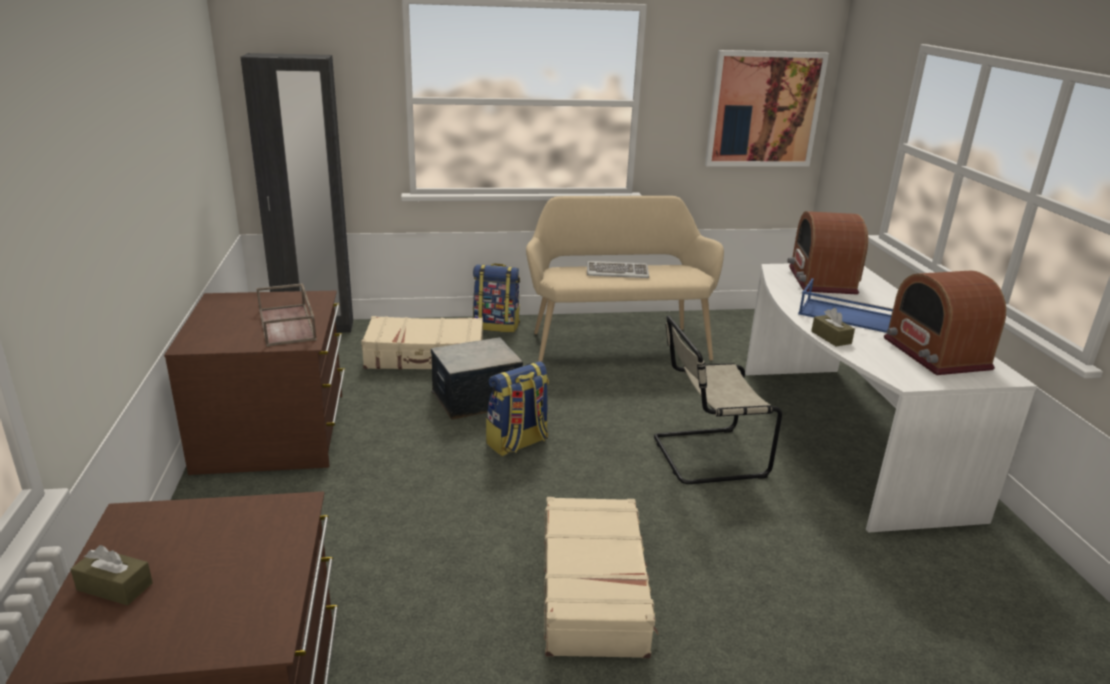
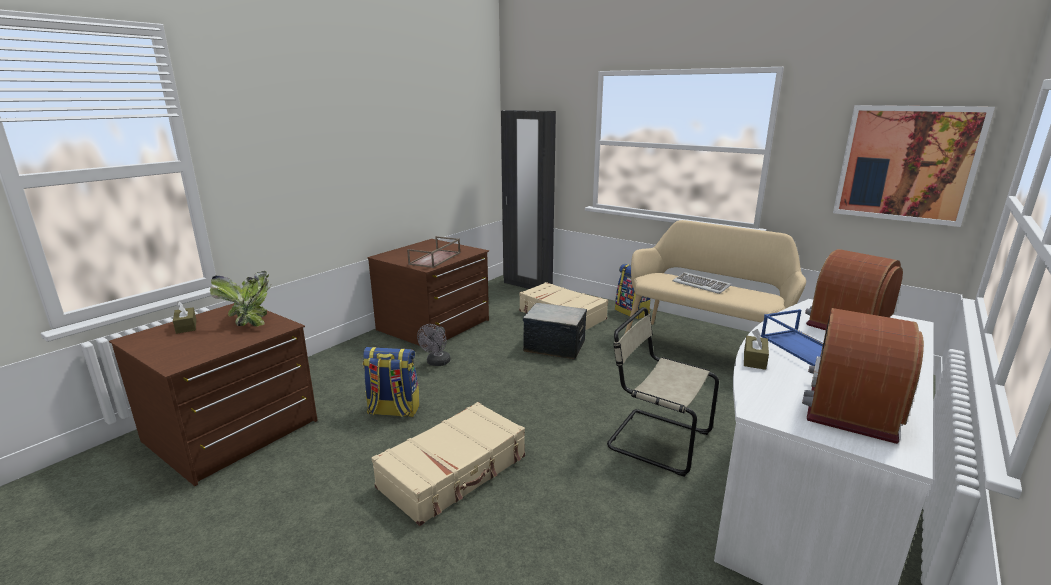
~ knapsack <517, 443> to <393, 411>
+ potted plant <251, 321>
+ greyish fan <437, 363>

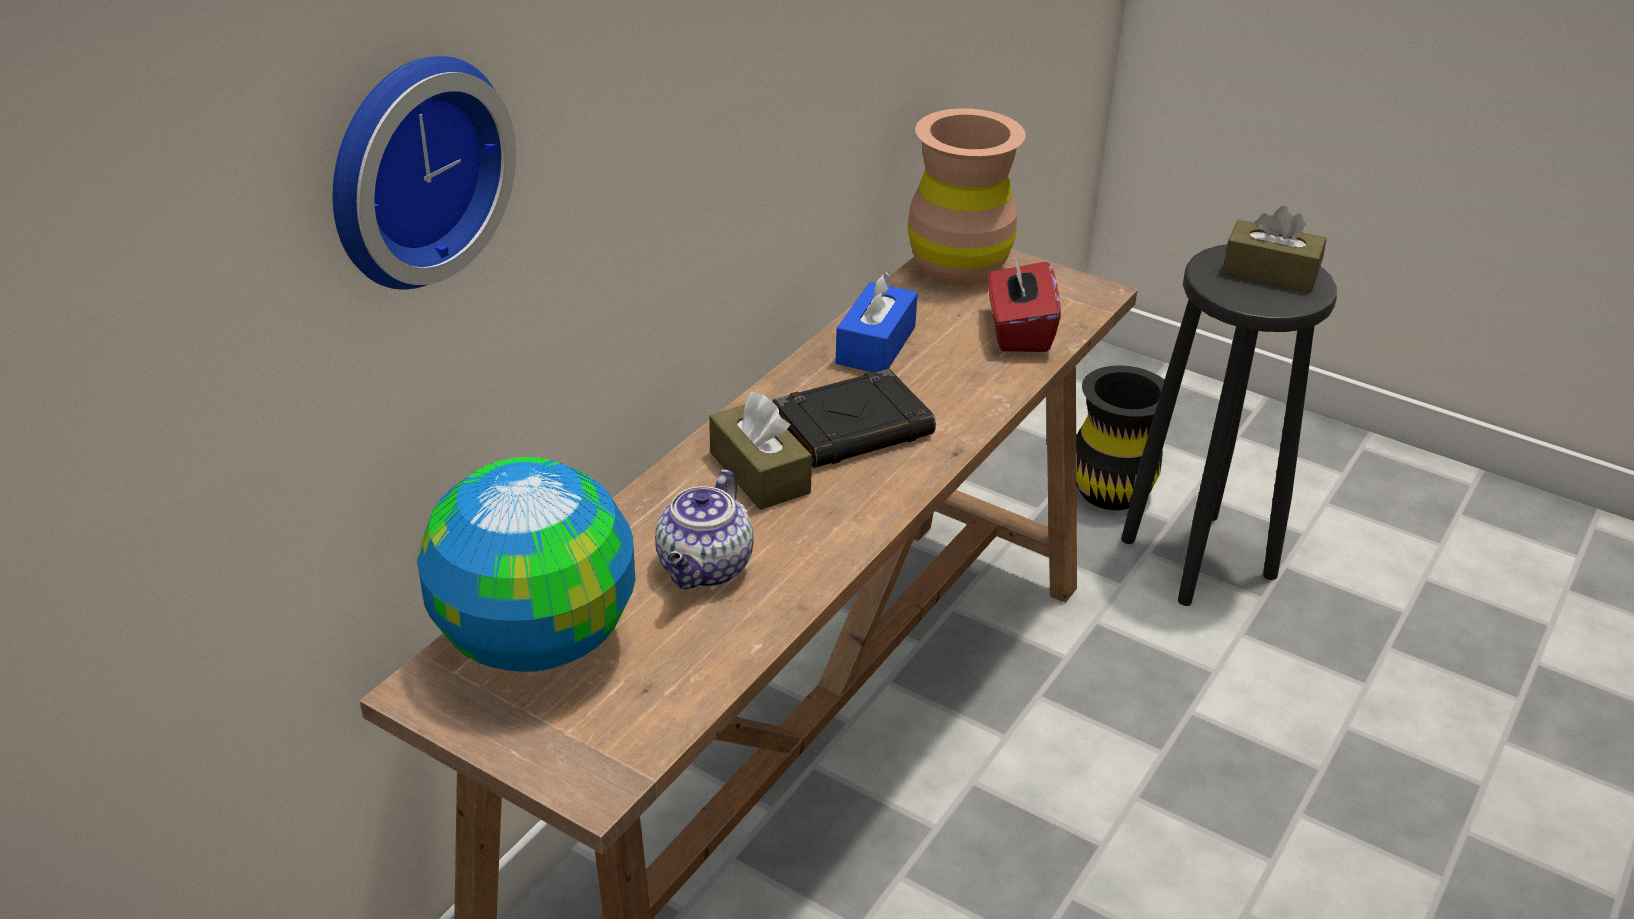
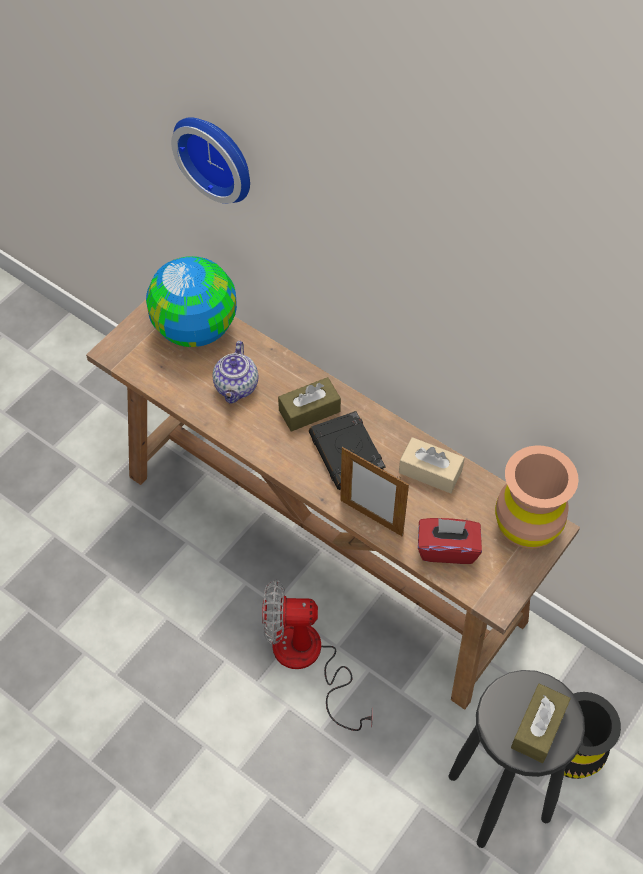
~ bluish tissue holder <876, 345> to beige-coloured tissue holder <430, 471>
~ tea pot <705, 569> = <236, 387> 105 degrees counterclockwise
+ photo frame <371, 517>
+ fan <308, 661>

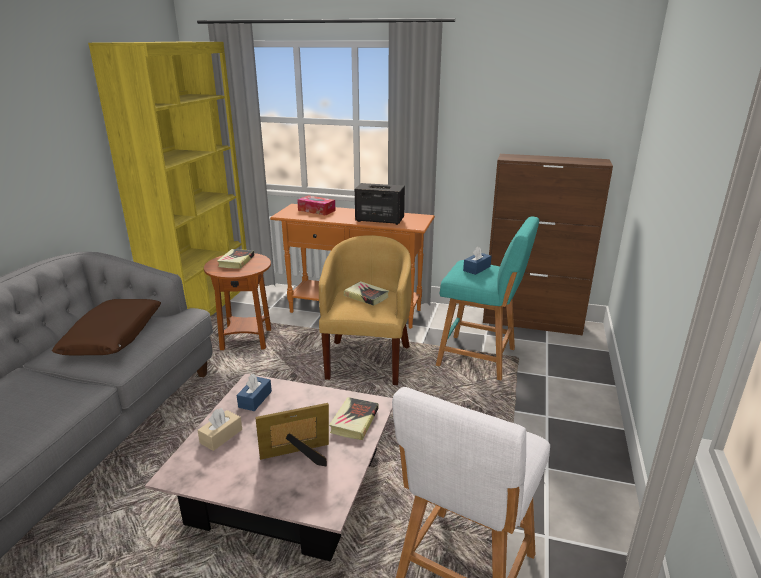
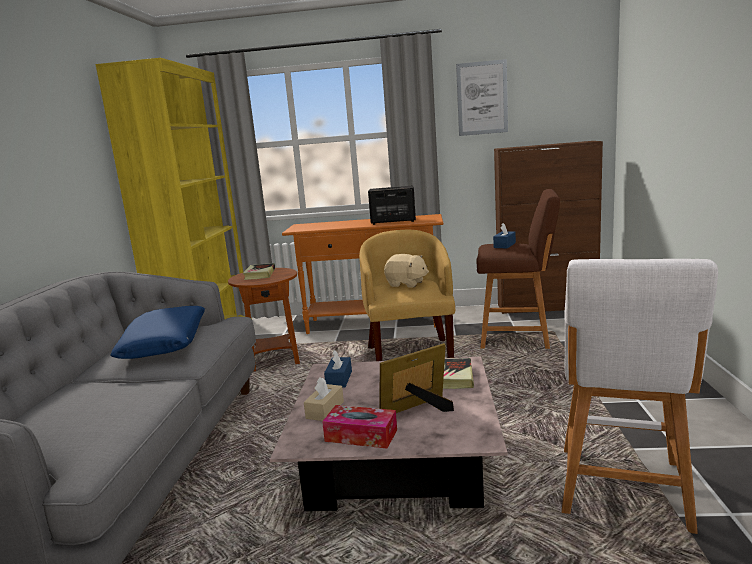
~ tissue holder <316, 210> to <361, 435>
~ blue-green sitting stool <480, 358> to brown-coloured sitting stool <518, 337>
~ volume <366, 296> to beige-coloured soft toy <406, 284>
~ brown-coloured throw pillow <113, 336> to bluish throw pillow <165, 343>
+ wall art <482, 98>

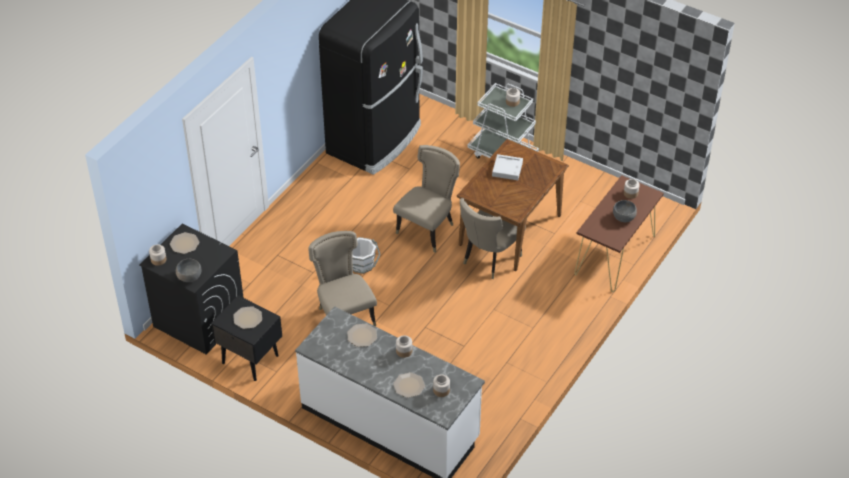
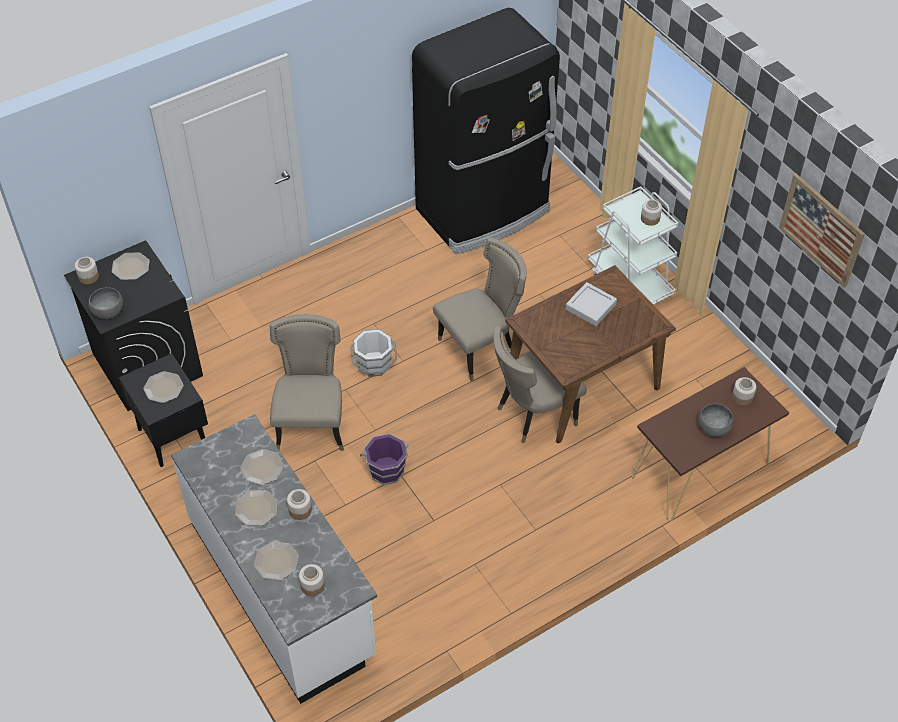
+ wall art <821, 230>
+ purple water bucket <386, 469>
+ plate <256, 508>

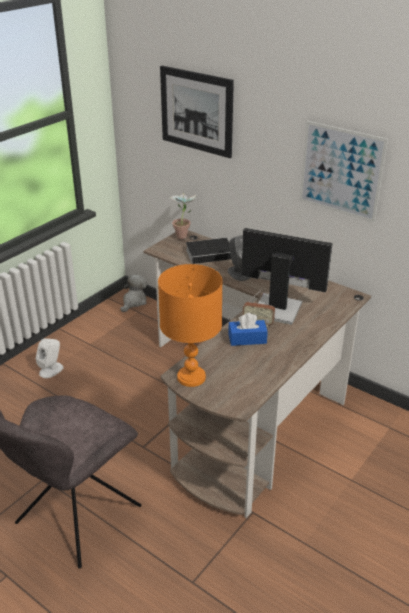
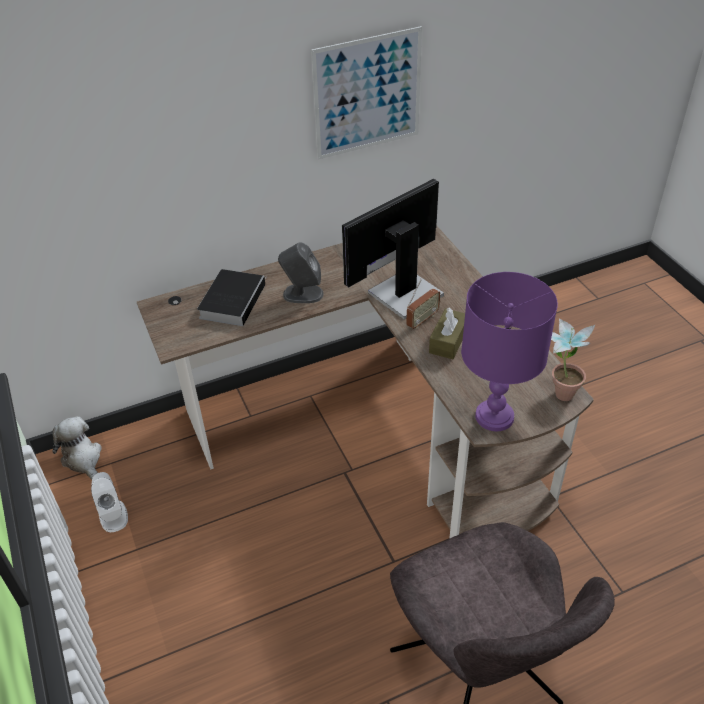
- wall art <196, 111>
~ potted plant <184, 235> to <559, 390>
~ orange-coloured tabletop lamp <192, 377> to purple tabletop lamp <495, 416>
~ bluish tissue holder <247, 339> to brown-coloured tissue holder <448, 341>
~ whitish speaker <51, 370> to <113, 515>

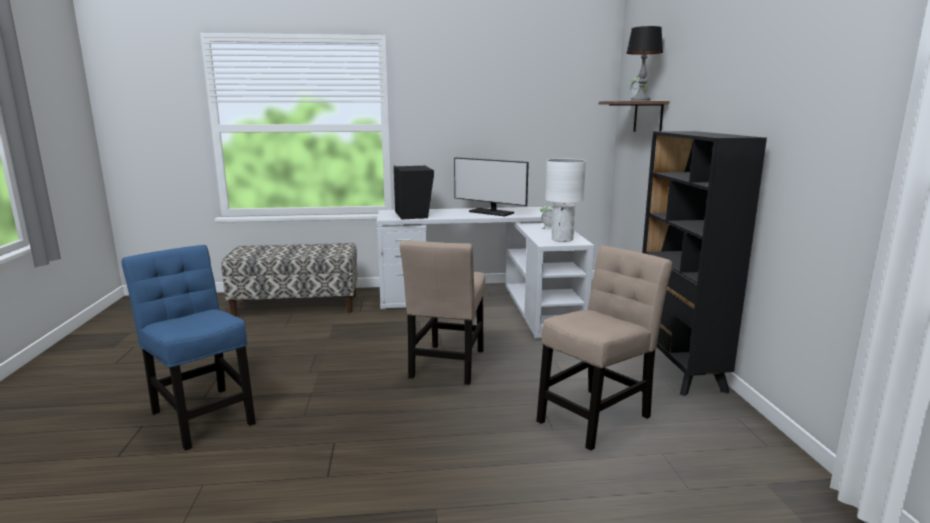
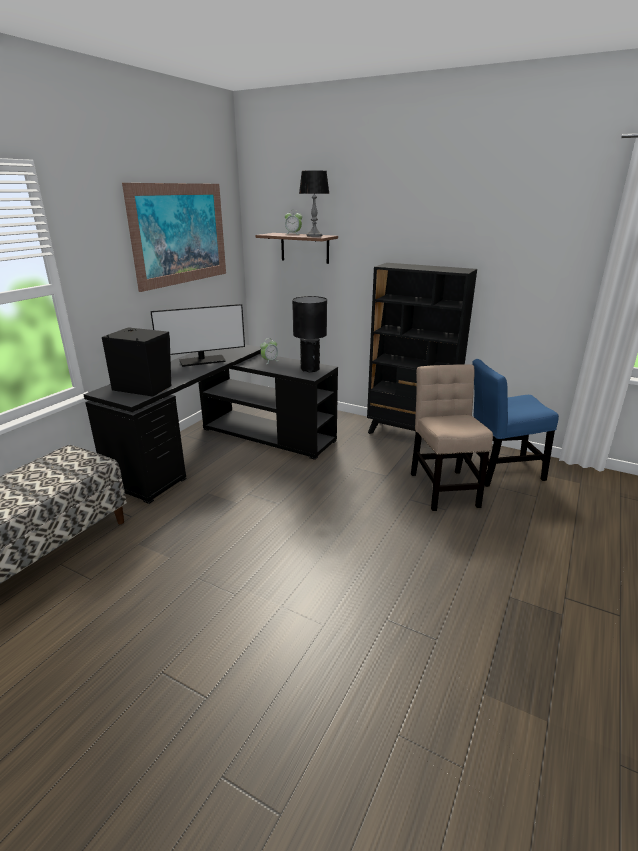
~ whitish tabletop lamp <562, 239> to black tabletop lamp <310, 369>
~ whitish desk <491, 304> to black desk <225, 448>
- beige-coloured plain chair <447, 366>
~ bluish plain chair <202, 415> to <500, 471>
+ wall art <180, 234>

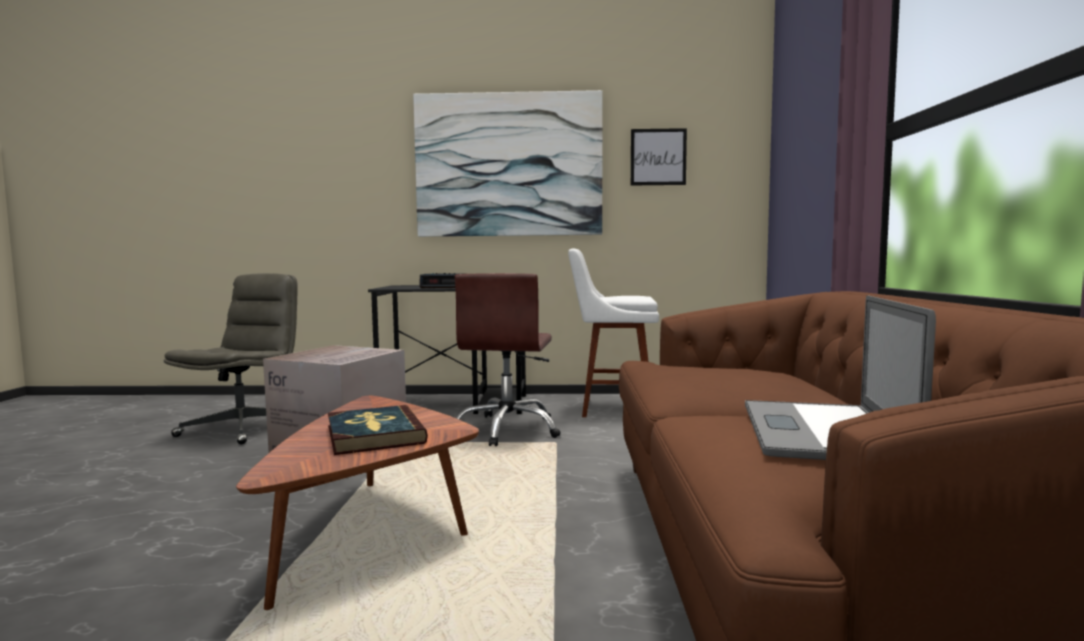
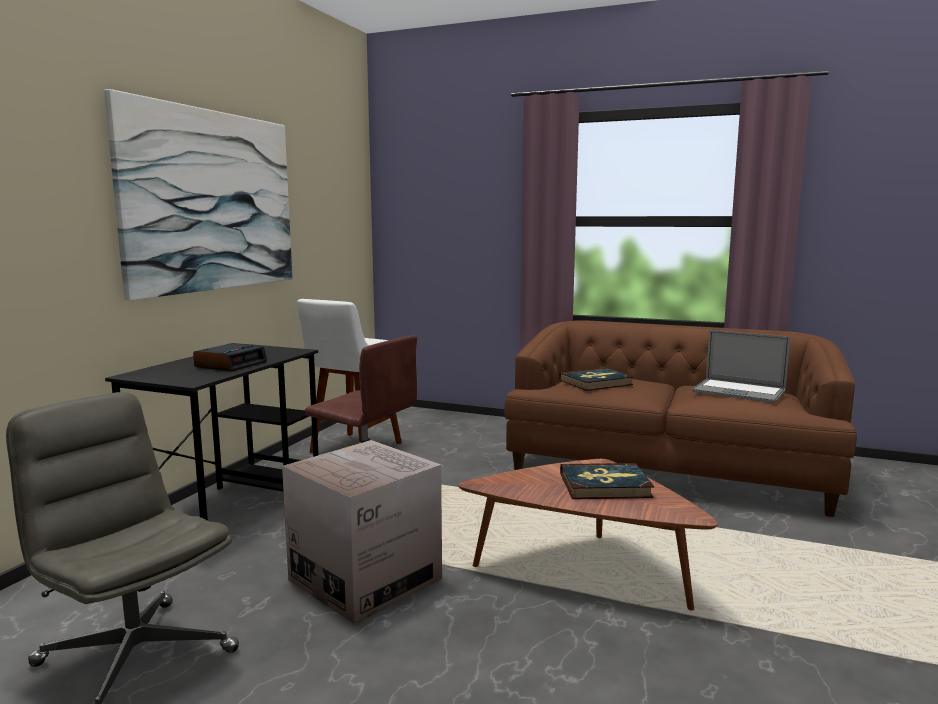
- wall art <658, 157>
+ volume <596, 382>

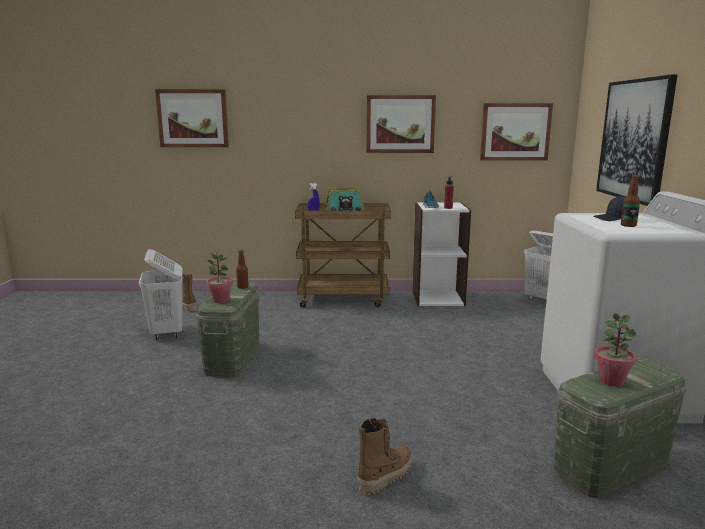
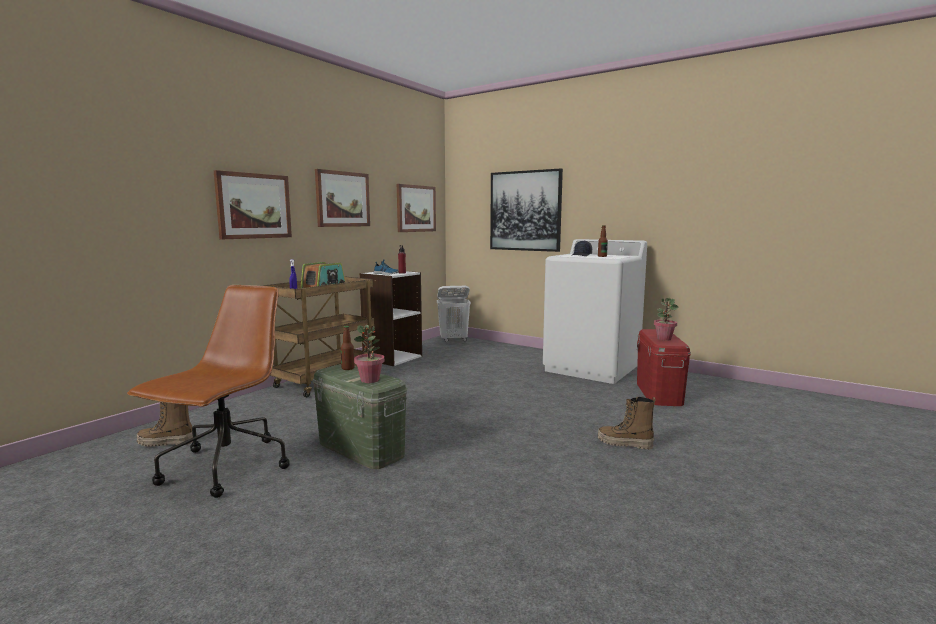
~ wall art <193, 118> to <254, 206>
~ whitish washing basket <167, 333> to brown-coloured desk chair <225, 468>
~ green-coloured storage bin <611, 465> to reddish storage bin <658, 393>
~ boot <384, 476> = <624, 444> 60 degrees counterclockwise

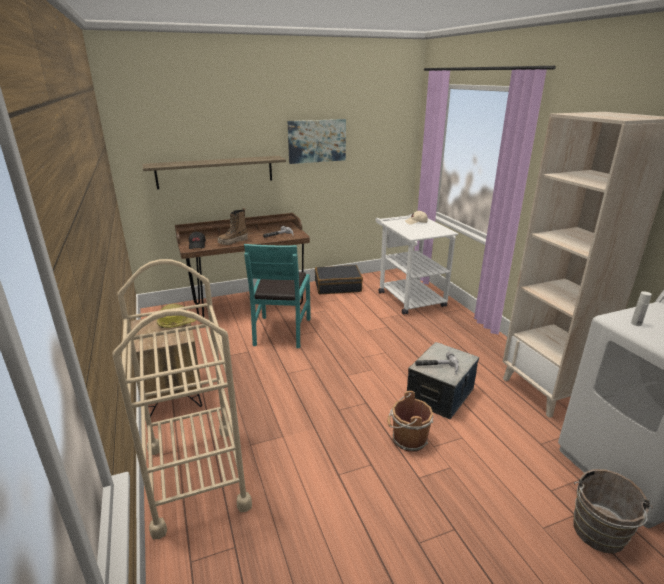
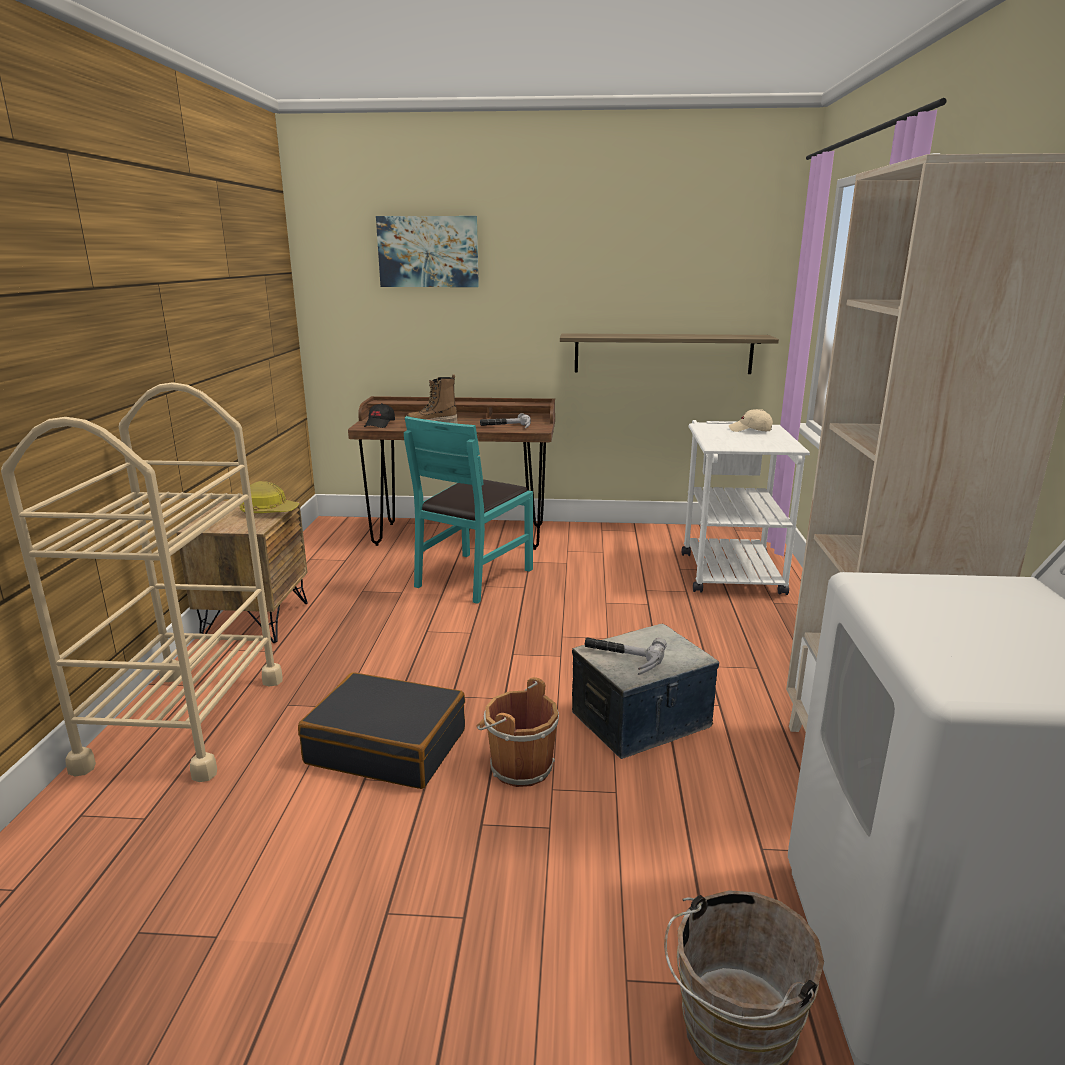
~ wall art <317, 141> to <428, 252>
~ wall shelf <215, 172> to <663, 353>
~ black travel case <338, 286> to <387, 746>
- whitish drink bottle <636, 323>

